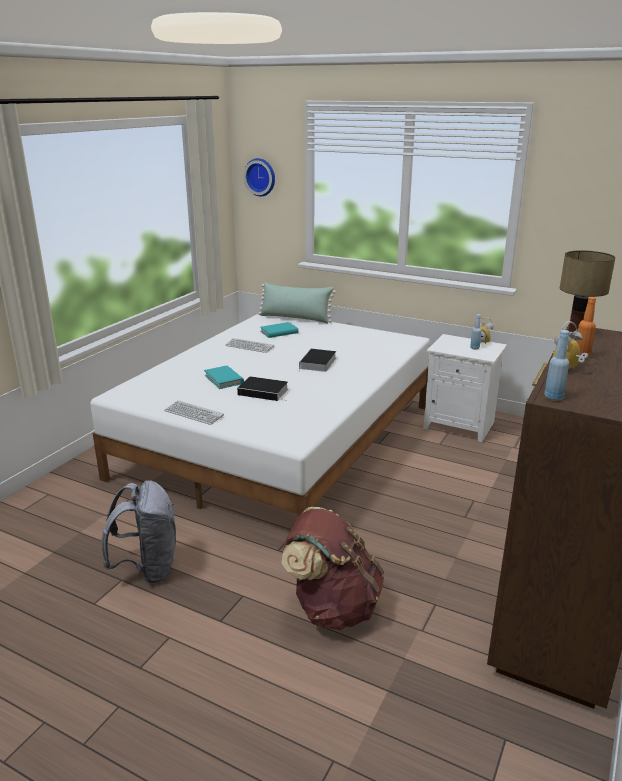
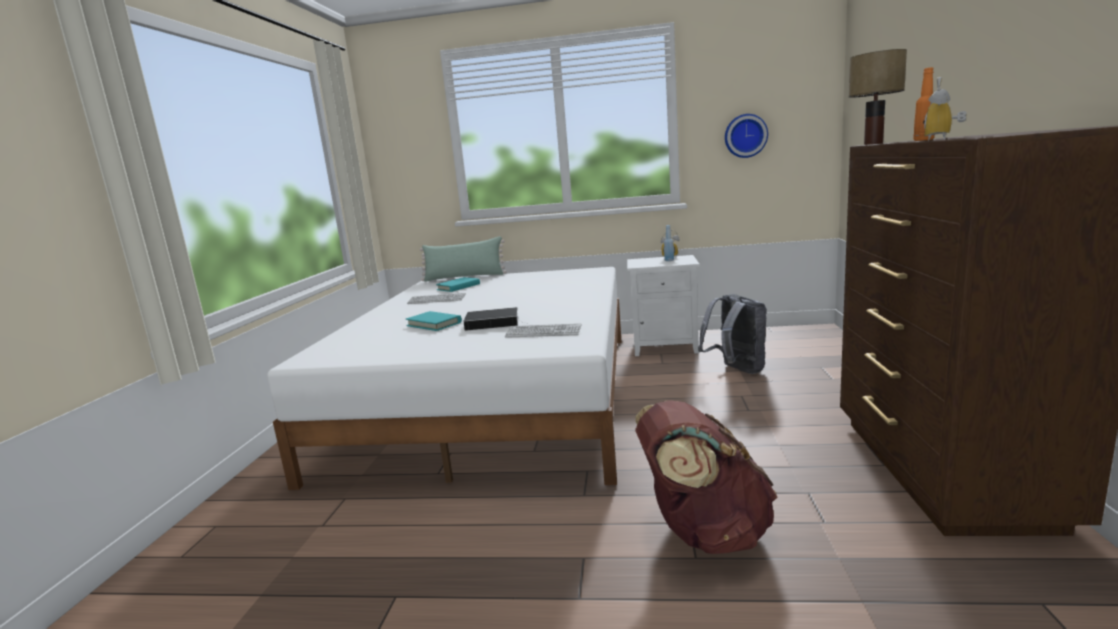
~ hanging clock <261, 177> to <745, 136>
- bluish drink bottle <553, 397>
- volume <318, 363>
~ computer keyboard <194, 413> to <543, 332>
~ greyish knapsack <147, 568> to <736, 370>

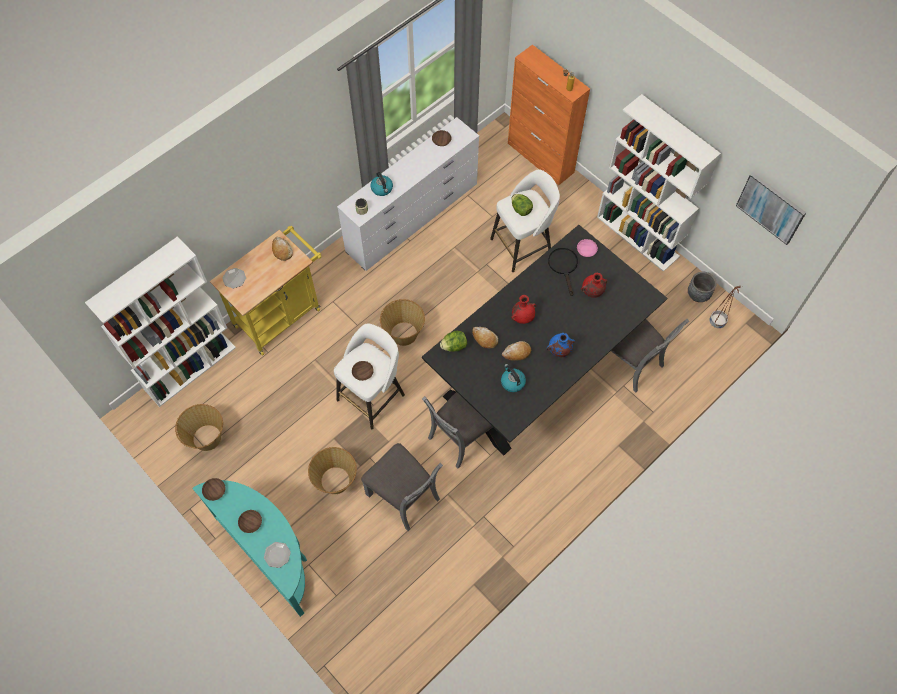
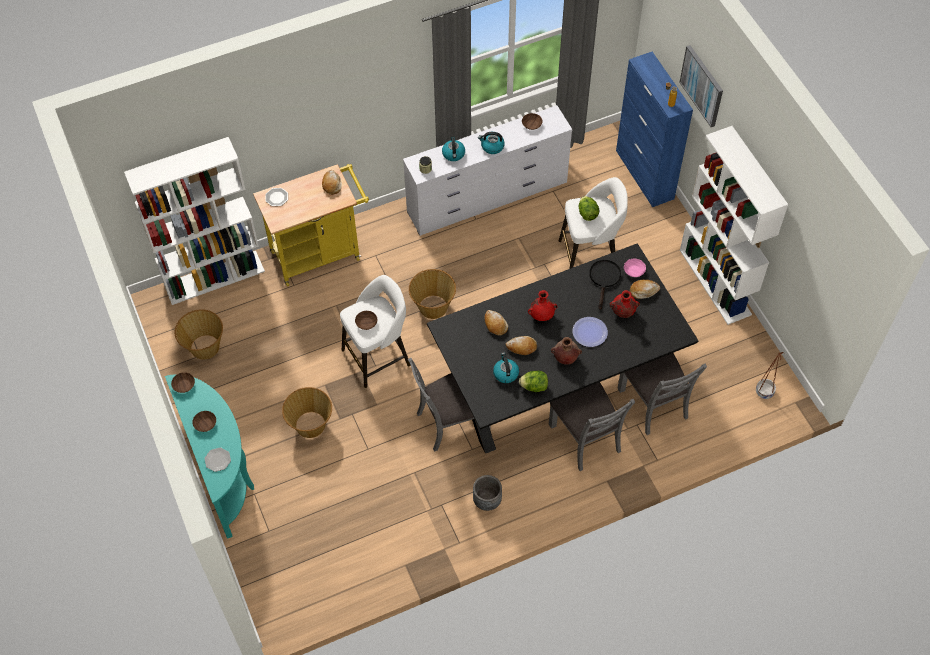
~ orange-coloured cupboard <540, 158> to bluish cupboard <644, 175>
~ wall art <771, 207> to <702, 85>
~ greyish flower pot <698, 294> to <487, 500>
~ head of lettuce <454, 346> to <534, 386>
~ bluish flower vase <559, 350> to brown-coloured flower vase <565, 358>
~ greyish plain chair <404, 496> to <586, 438>
+ kettle <492, 147>
+ bakery bread <643, 291>
+ plate <590, 332>

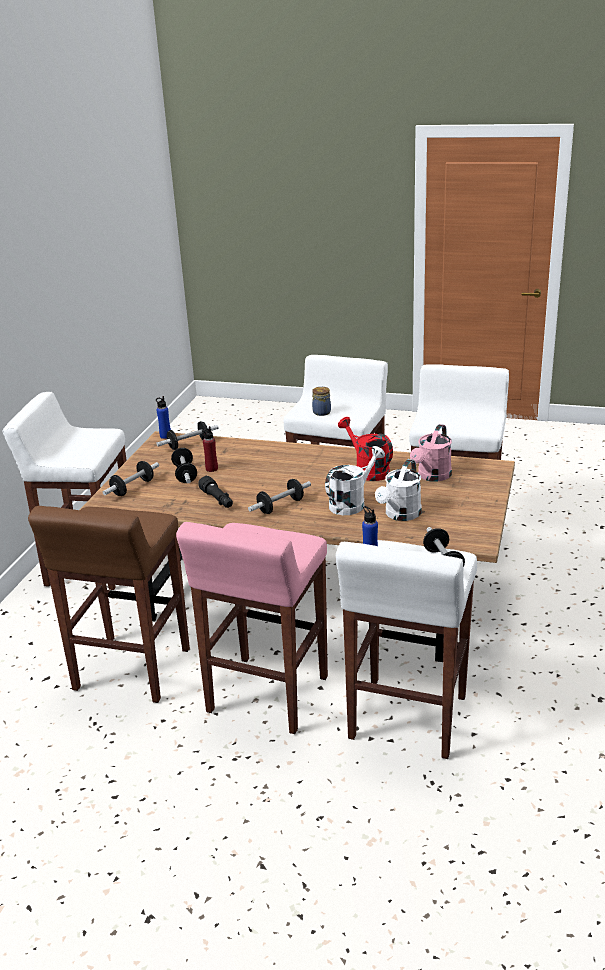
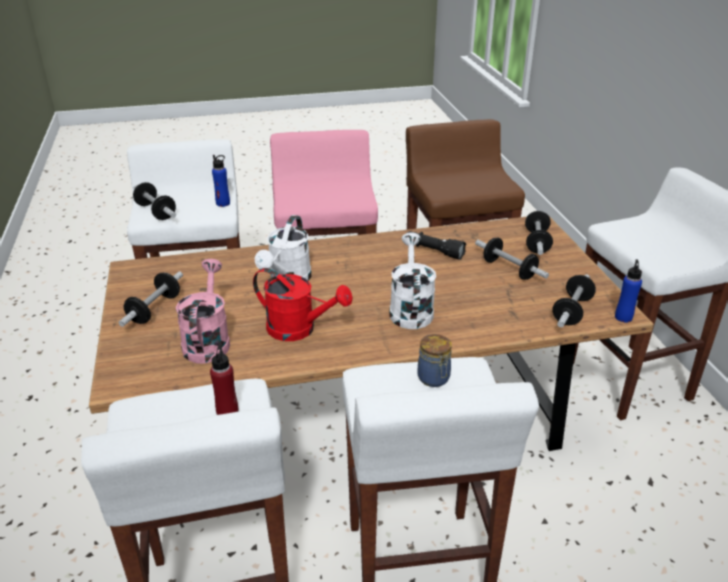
~ reddish drink bottle <211, 469> to <227, 413>
~ whitish watering pot <400, 515> to <410, 309>
~ free weight <280, 506> to <154, 309>

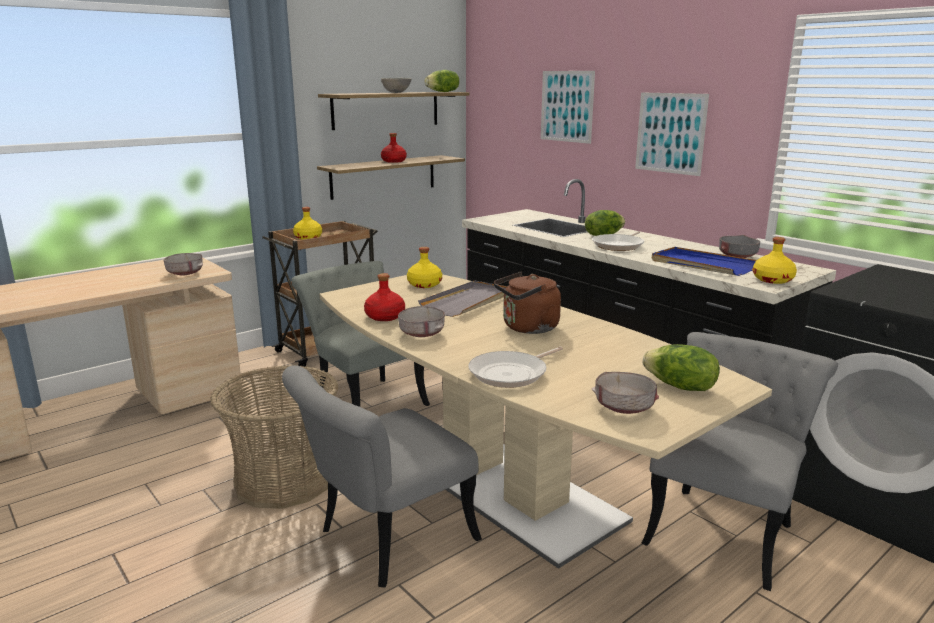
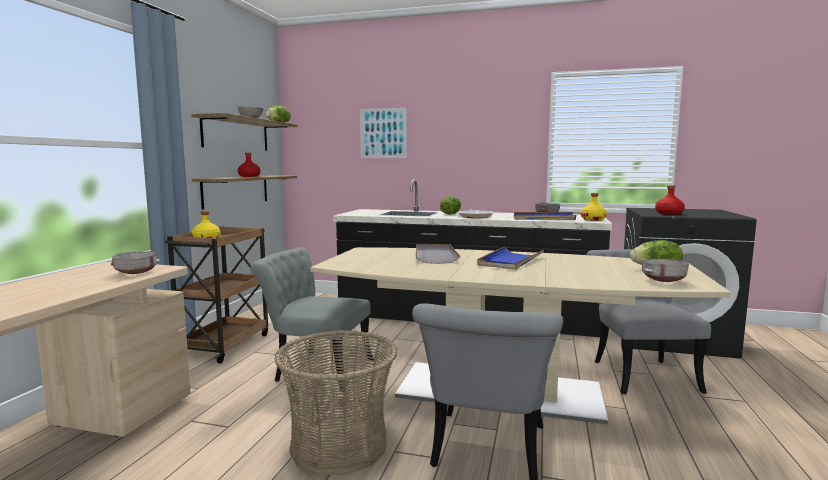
- wall art <670, 133>
- yellowish drink bottle <424, 284>
~ brown-coloured kettle <527, 328> to bluish tray <510, 261>
~ reddish drink bottle <384, 316> to <669, 213>
- greyish bowl <421, 334>
- frying pan <511, 374>

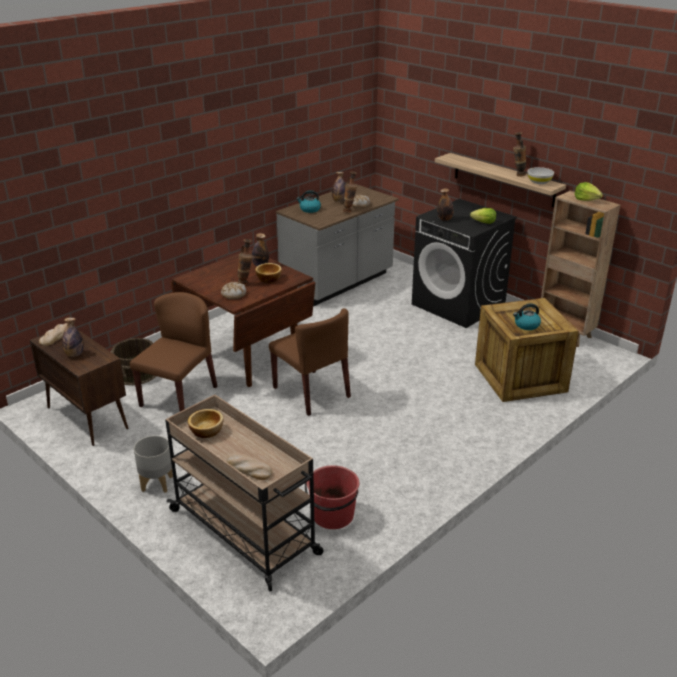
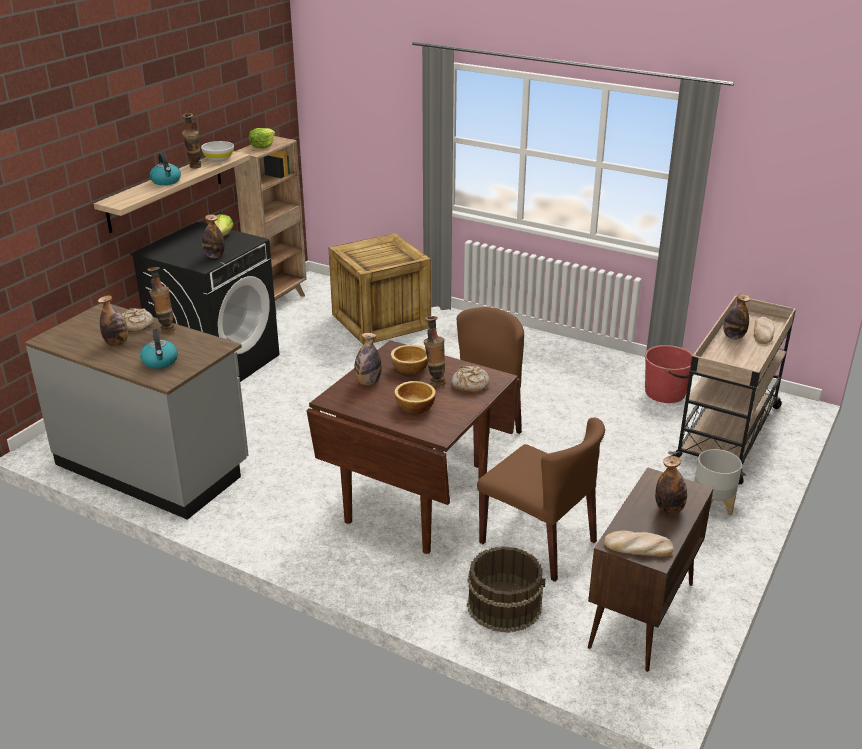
~ brown-coloured plain chair <179, 396> = <538, 542> 150 degrees counterclockwise
~ kettle <526, 325> to <166, 181>
~ bowl <207, 430> to <414, 406>
+ drink bottle <733, 337>

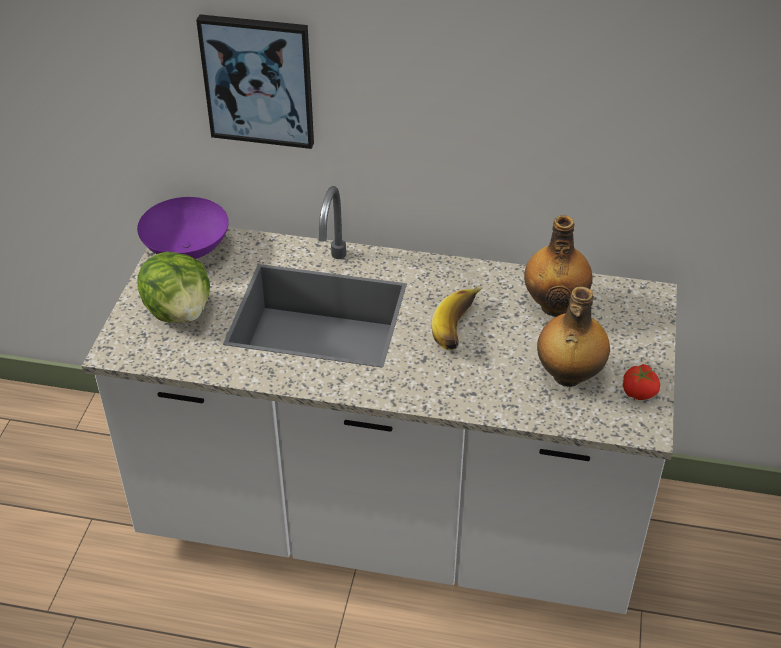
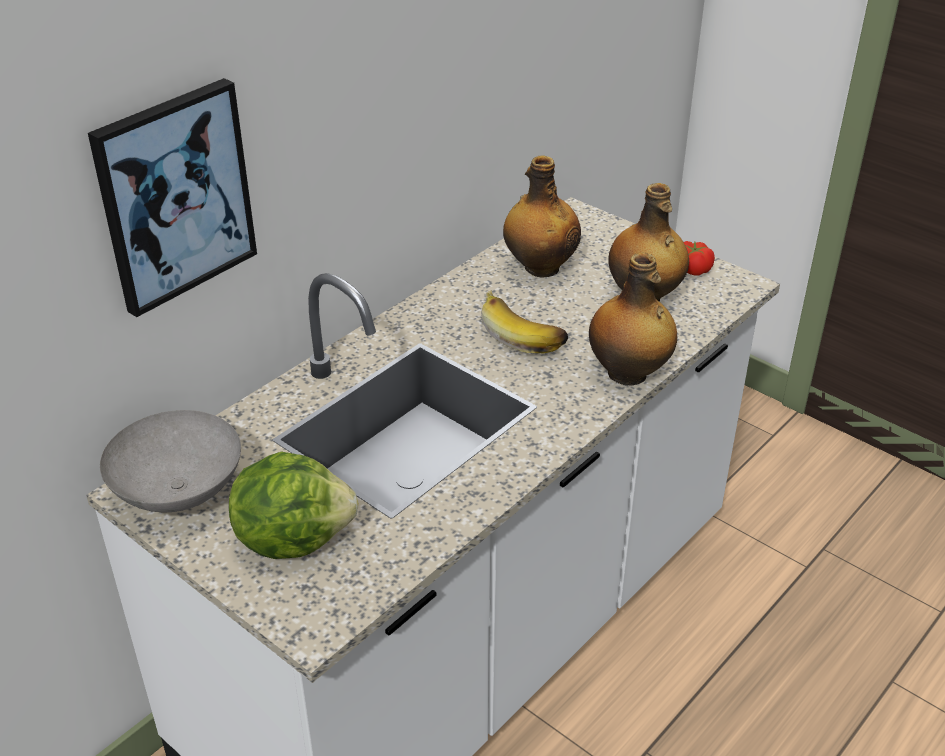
~ purple bowl <188, 250> to greyish bowl <179, 490>
+ drink bottle <628, 374>

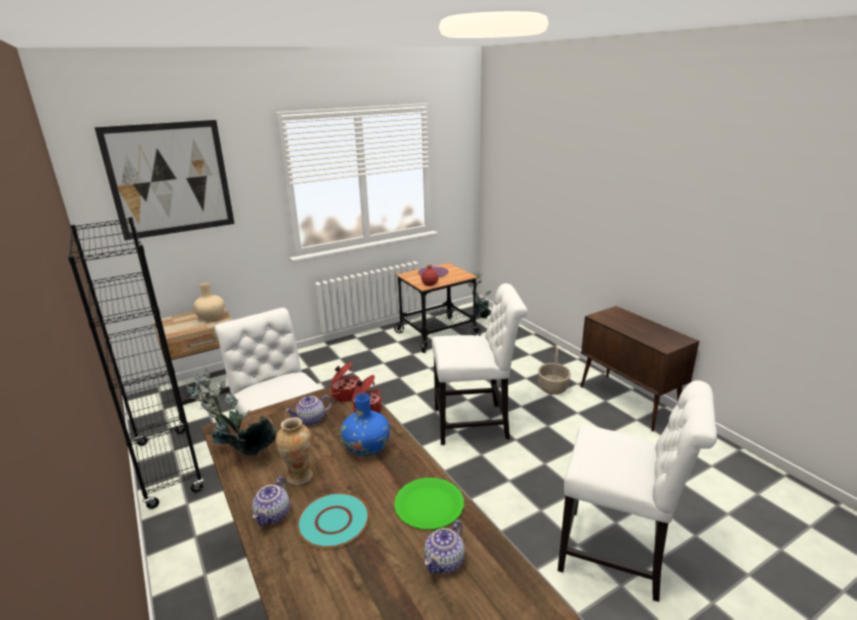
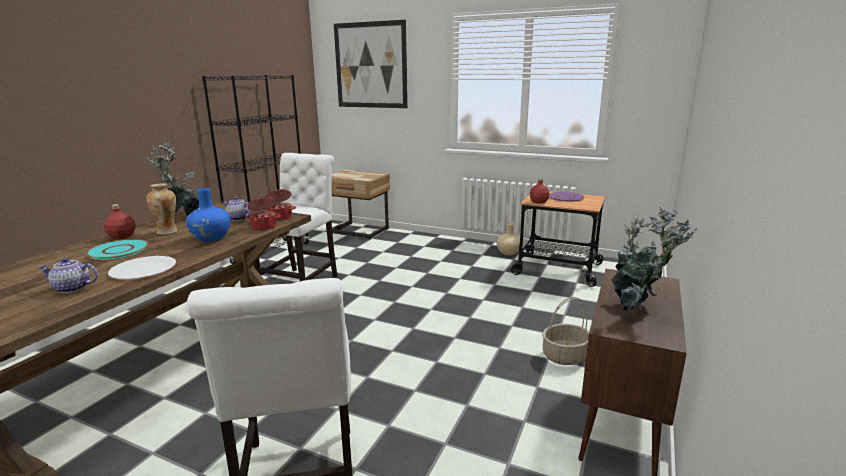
~ beige-coloured flower vase <211, 317> to <508, 253>
- whitish plain chair <475, 423>
~ tea pot <273, 515> to reddish drink bottle <122, 237>
~ green-coloured plate <429, 505> to whitish plate <143, 269>
+ potted plant <637, 311>

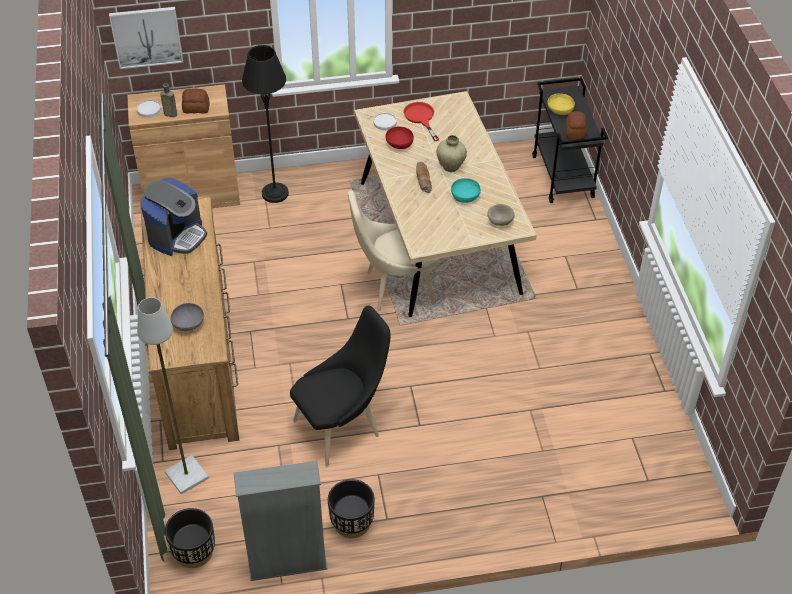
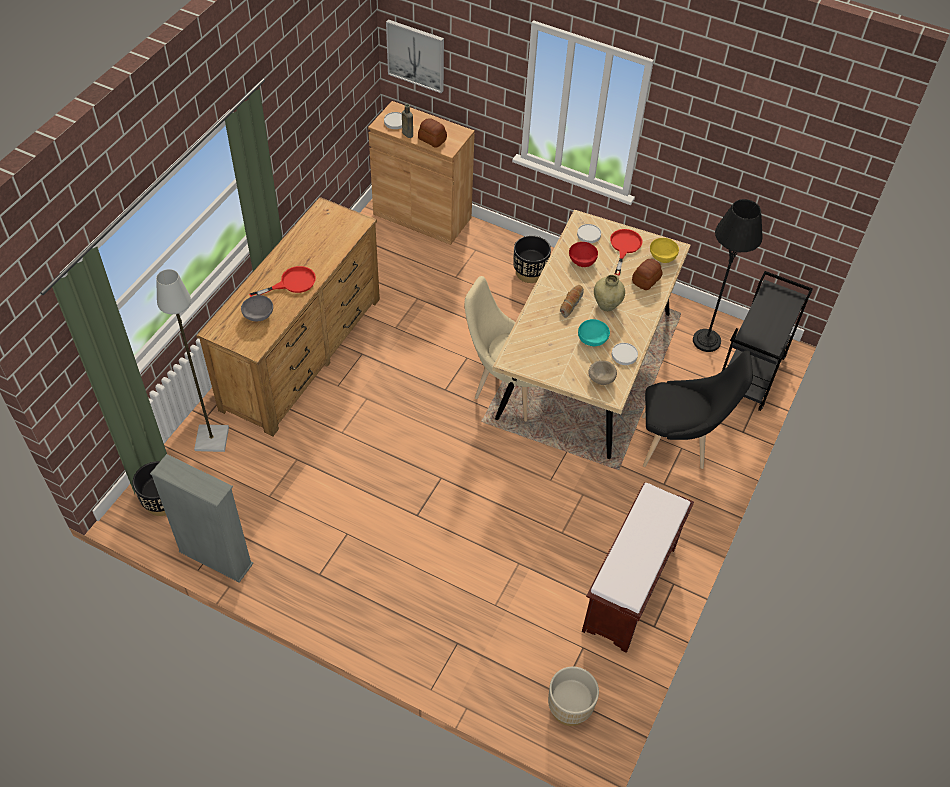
~ black standing lamp <275, 193> to <706, 341>
~ yellowish bowl <559, 110> to <662, 256>
~ bakery bread <575, 132> to <646, 280>
- coffee brewer <177, 236>
~ black plain chair <342, 427> to <678, 444>
~ black flower pot <352, 522> to <530, 272>
+ reddish frying pan <292, 283>
+ whitish plate <624, 355>
+ brown-coloured indoor bench <629, 590>
+ beige-coloured flower pot <569, 707>

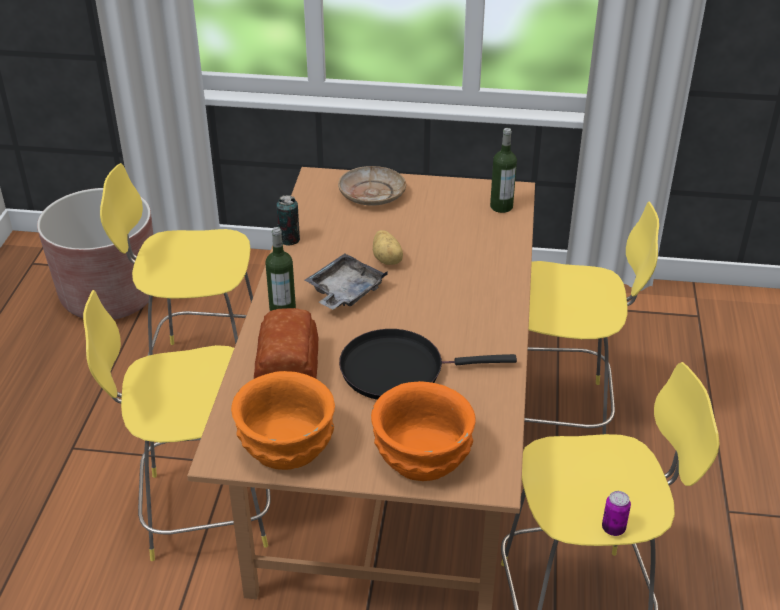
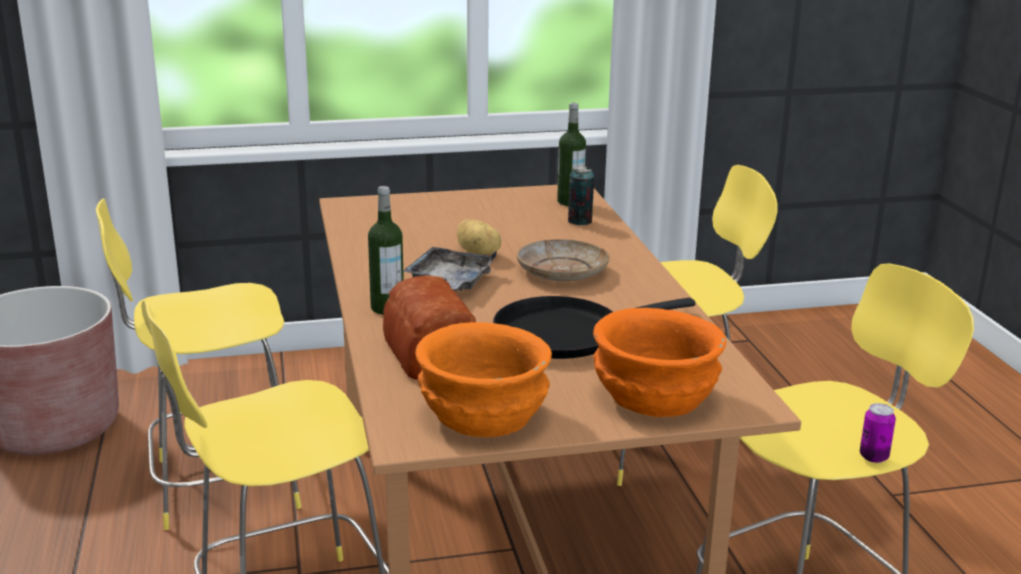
~ beige-coloured plate <371, 194> to <561, 272>
~ can <289, 240> to <580, 221>

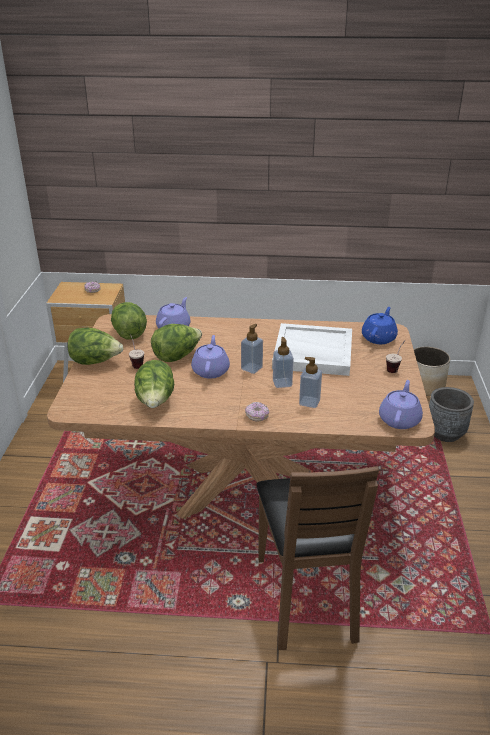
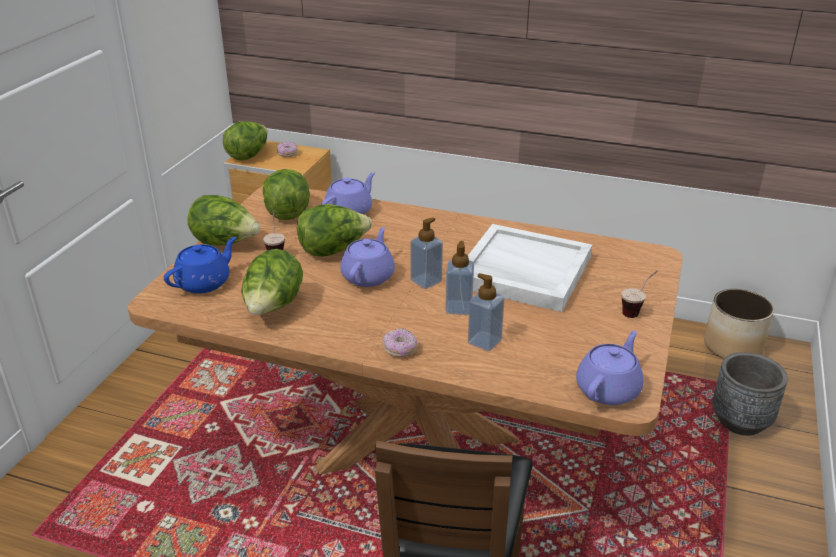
~ bluish tea pot <379, 338> to <204, 282>
+ head of lettuce <248, 155>

